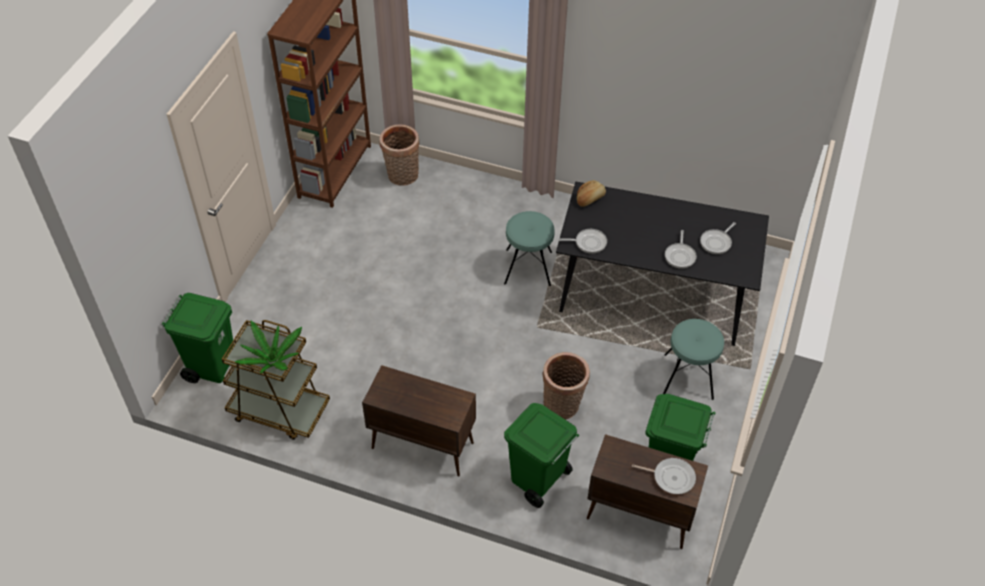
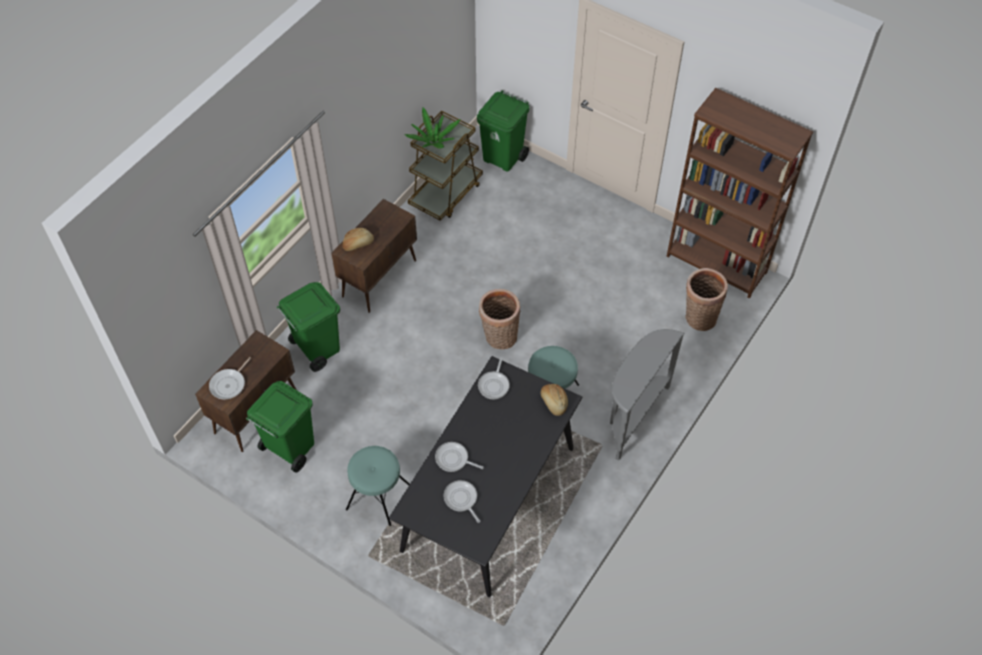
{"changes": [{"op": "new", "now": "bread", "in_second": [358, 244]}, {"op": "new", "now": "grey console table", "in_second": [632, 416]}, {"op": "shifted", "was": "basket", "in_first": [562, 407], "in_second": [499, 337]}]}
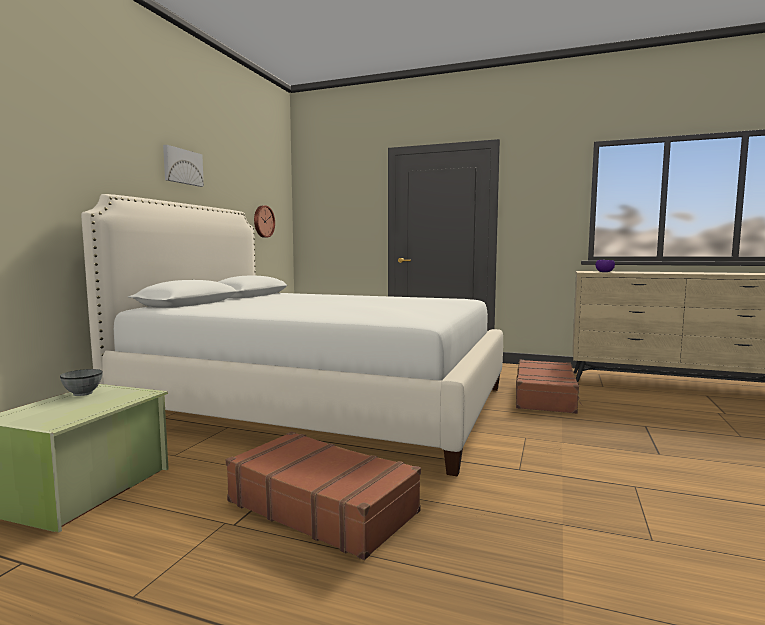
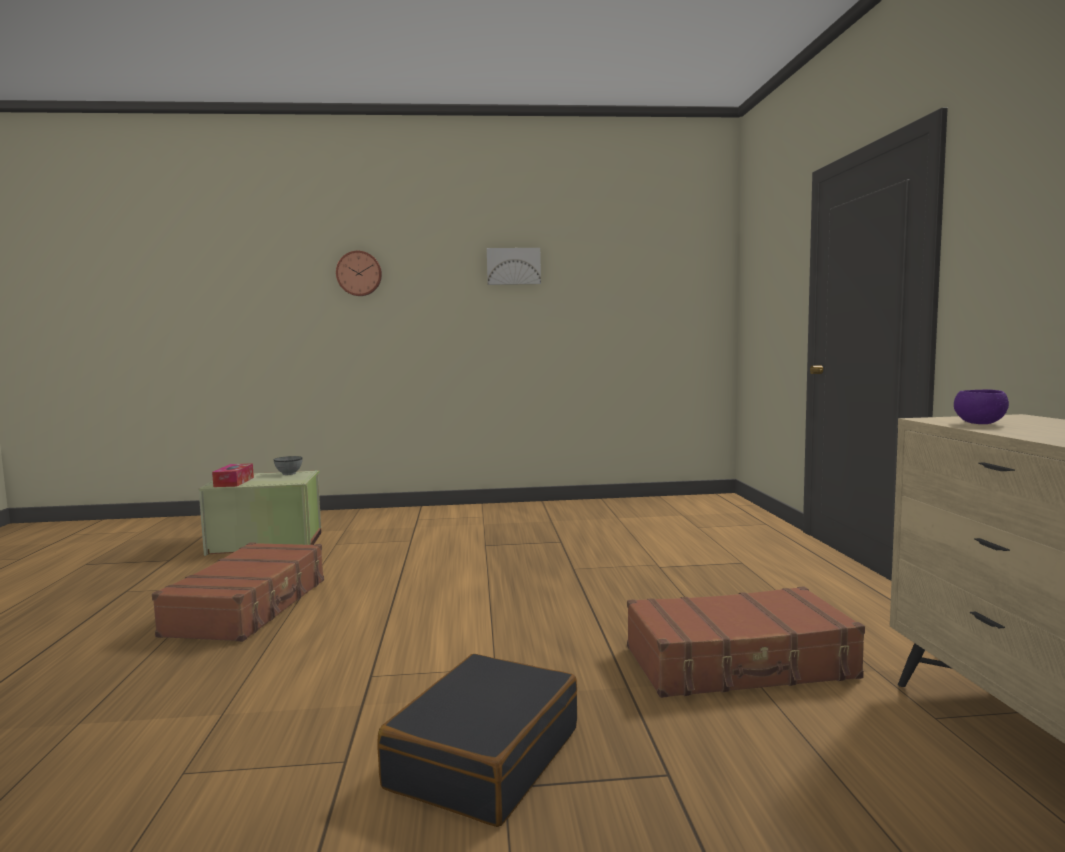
{"changes": [{"op": "gone", "was": "white bed", "in_first": [319, 403]}, {"op": "new", "now": "tissue box", "in_second": [234, 482]}, {"op": "new", "now": "black suitcase", "in_second": [483, 757]}, {"op": "shifted", "was": "wall clock", "in_first": [263, 221], "in_second": [359, 273]}]}
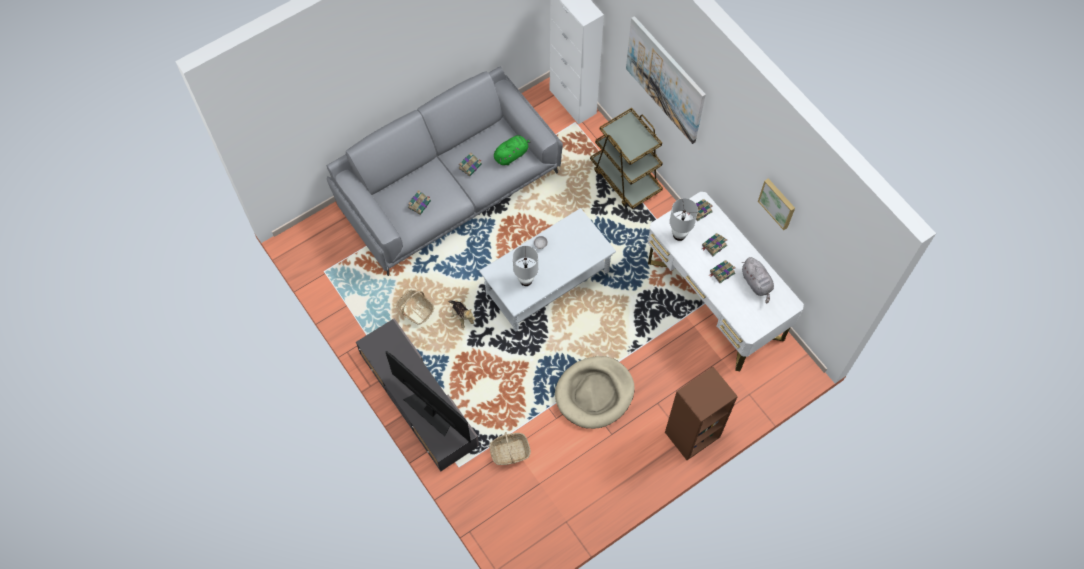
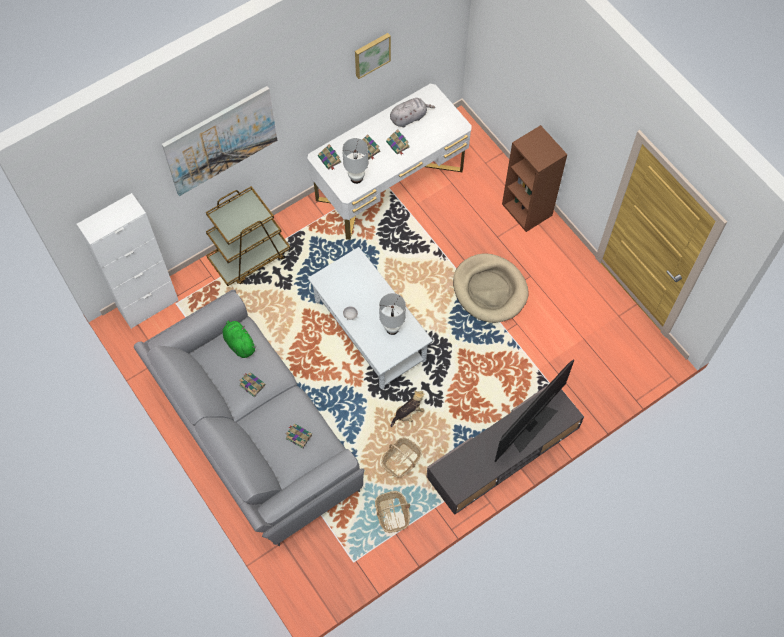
{"changes": [{"op": "shifted", "was": "basket", "in_first": [510, 452], "in_second": [392, 514]}]}
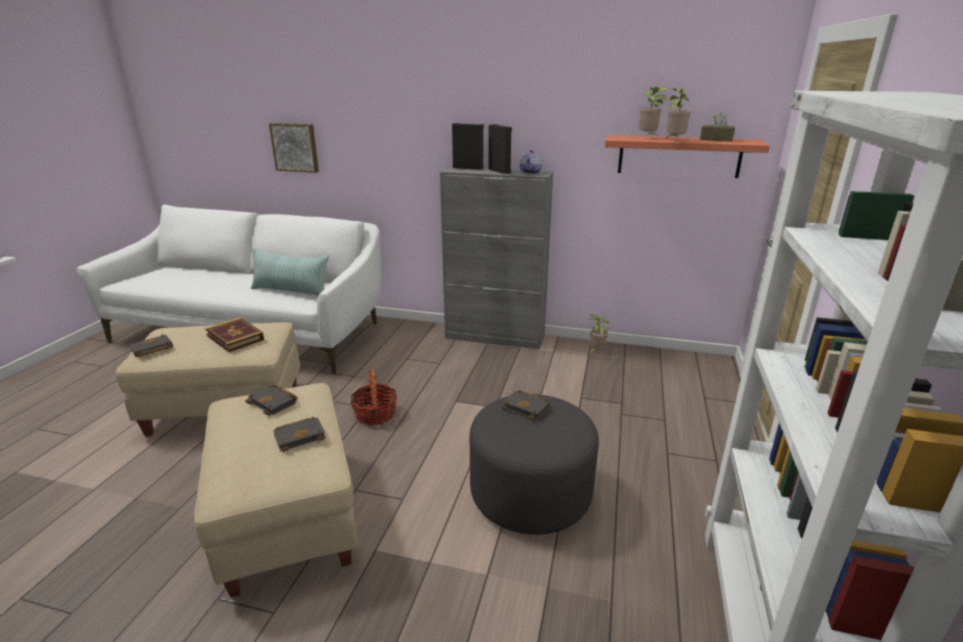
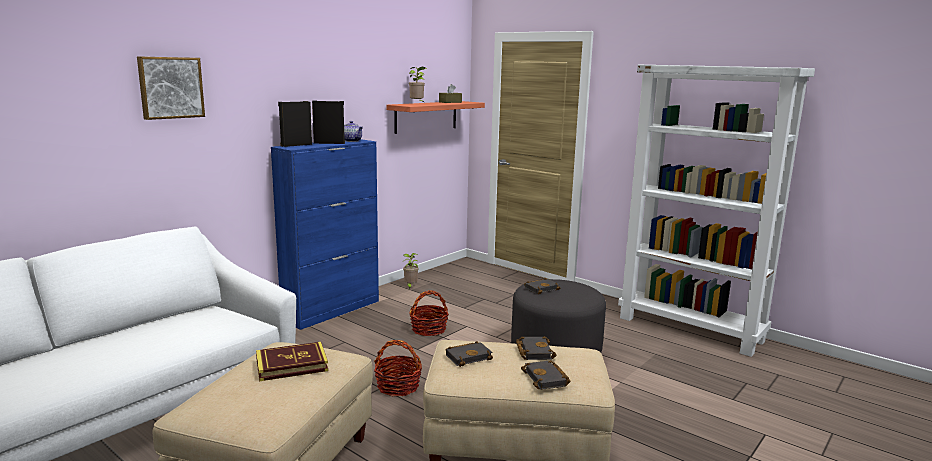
{"changes": [{"op": "gone", "was": "pillow", "in_first": [291, 291]}, {"op": "gone", "was": "potted plant", "in_first": [674, 141]}, {"op": "new", "now": "basket", "in_second": [429, 329]}, {"op": "shifted", "was": "black book", "in_first": [151, 349], "in_second": [547, 379]}, {"op": "shifted", "was": "picture", "in_first": [295, 147], "in_second": [170, 87]}, {"op": "repainted", "was": "grey cabinet", "now": "blue cabinet", "in_first": [495, 337], "in_second": [332, 310]}]}
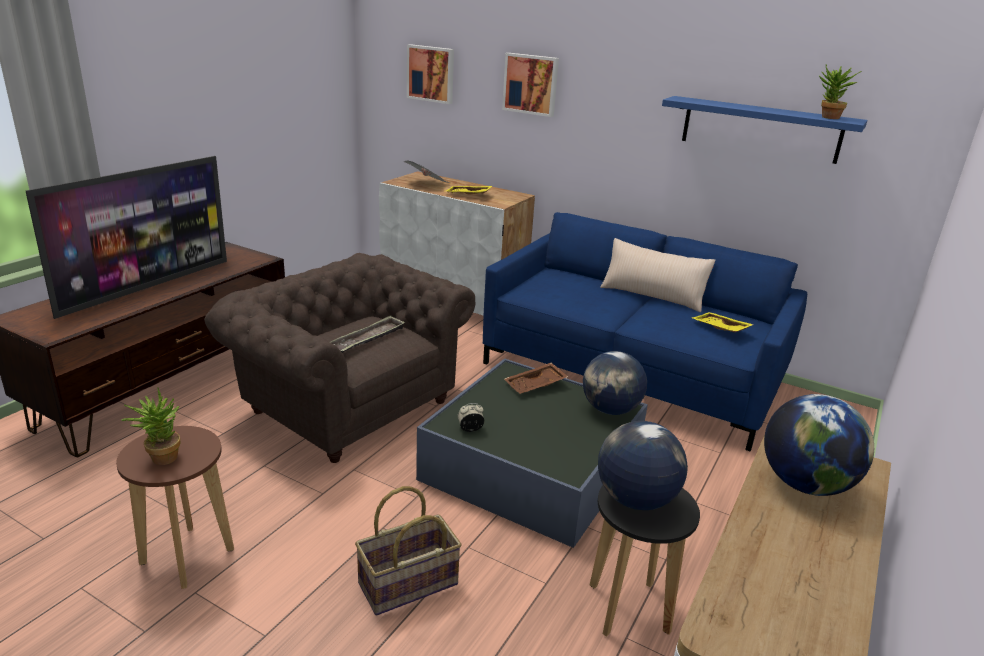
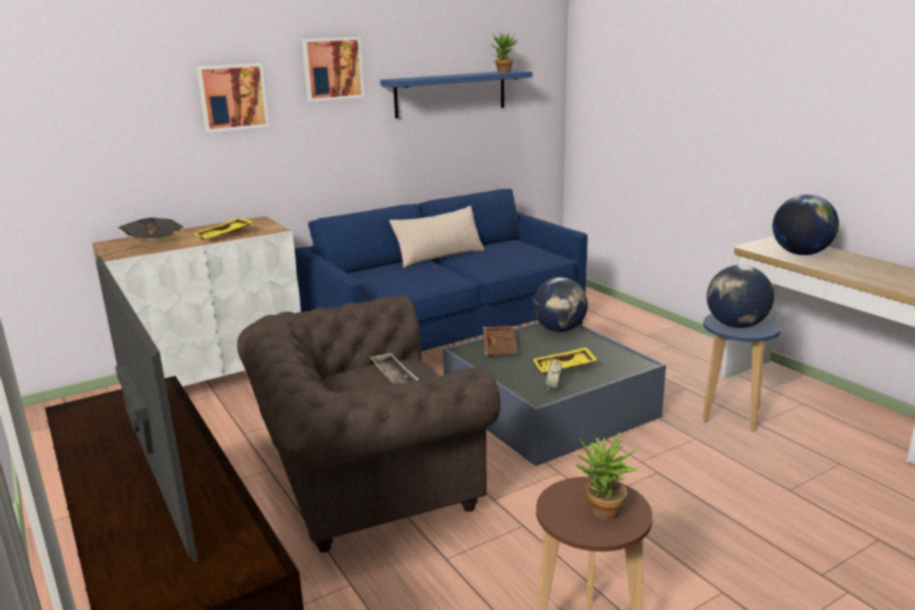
{"changes": [{"op": "gone", "was": "basket", "in_first": [408, 585]}, {"op": "shifted", "was": "picture", "in_first": [431, 74], "in_second": [332, 68]}, {"op": "shifted", "was": "yellow tray", "in_first": [719, 329], "in_second": [564, 368]}, {"op": "repainted", "was": "black stool", "now": "blue stool", "in_first": [629, 609], "in_second": [731, 415]}]}
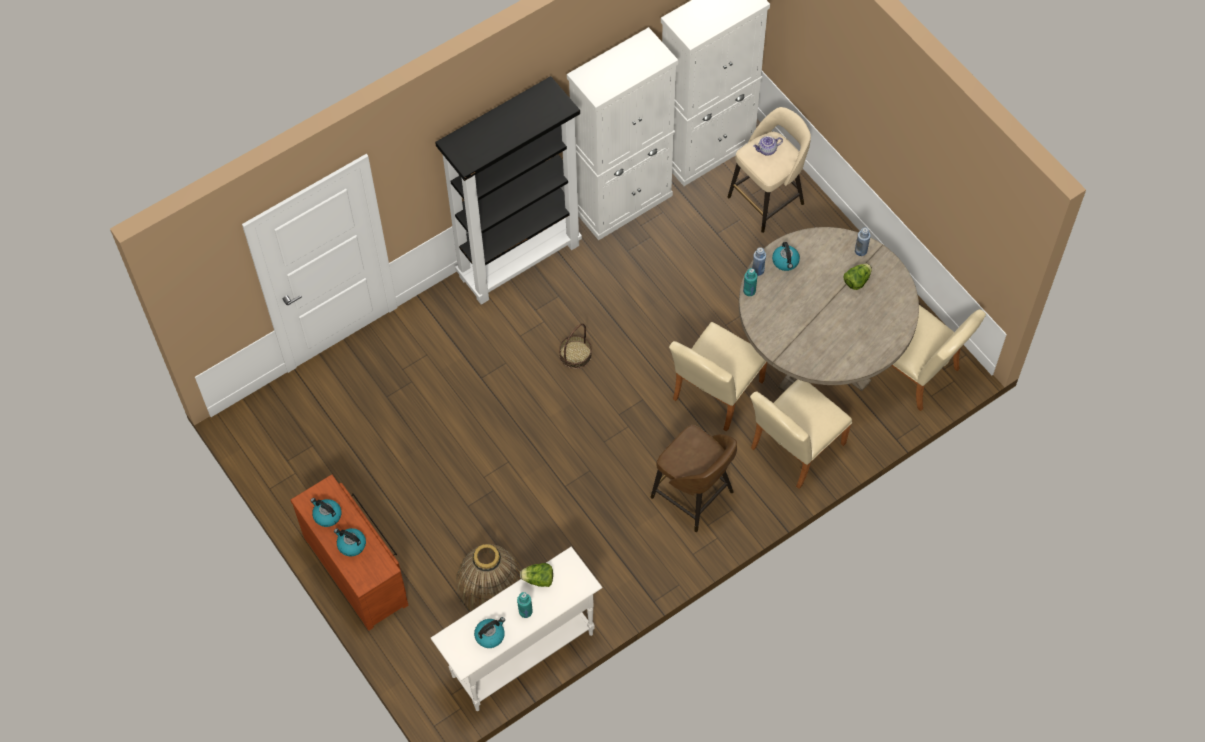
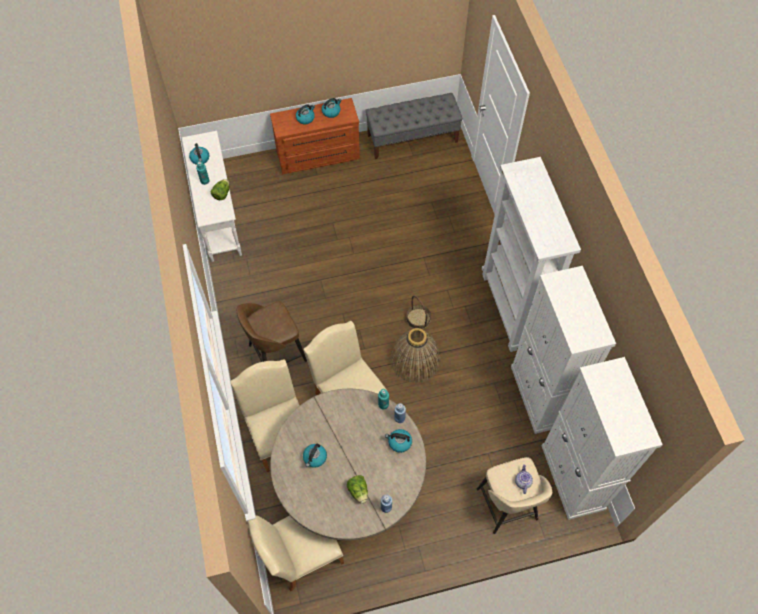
{"changes": [{"op": "new", "now": "kettle", "in_second": [315, 458]}, {"op": "new", "now": "grey bench", "in_second": [412, 138]}, {"op": "shifted", "was": "basket", "in_first": [490, 585], "in_second": [415, 360]}, {"op": "repainted", "was": "black bookcase", "now": "white bookcase", "in_first": [519, 260], "in_second": [511, 309]}]}
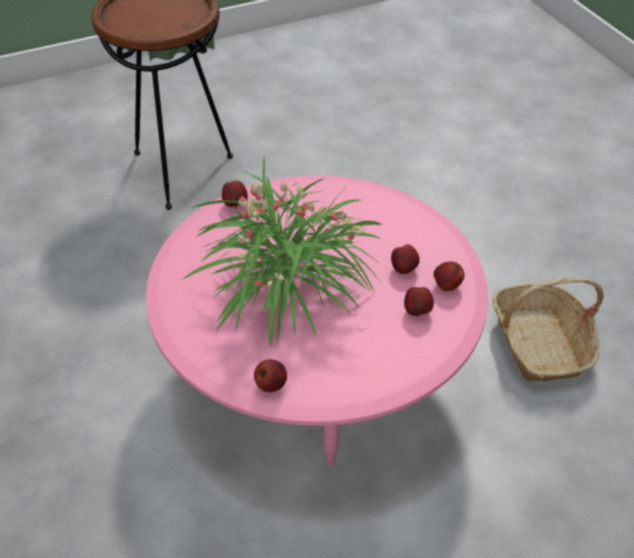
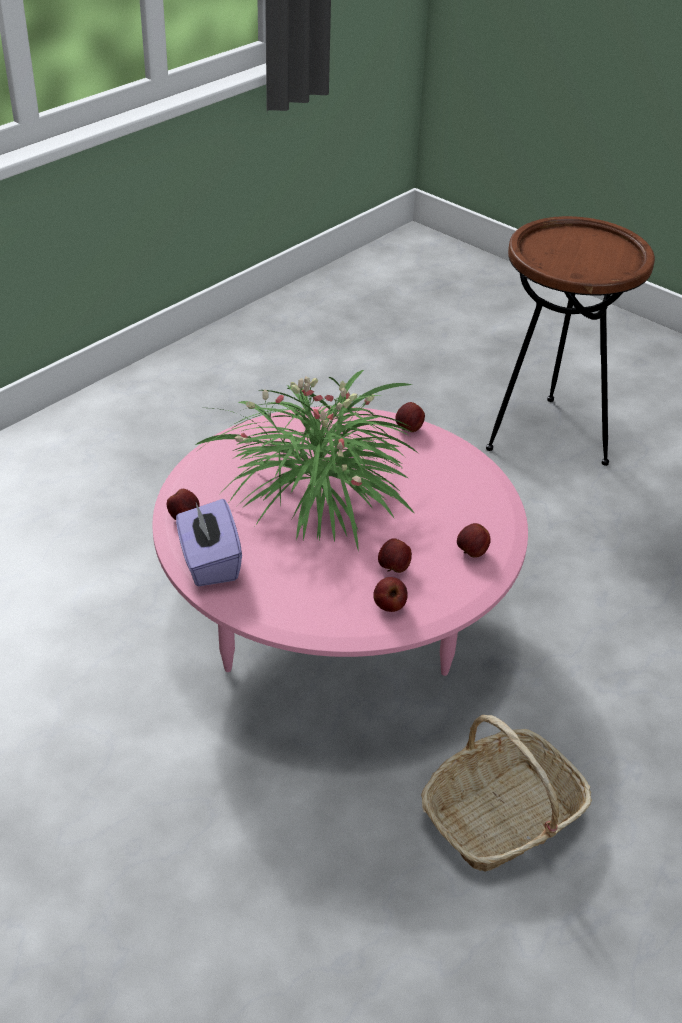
{"changes": [{"op": "new", "now": "purple tissue box", "in_second": [209, 562]}, {"op": "shifted", "was": "apple", "in_first": [417, 312], "in_second": [472, 553]}]}
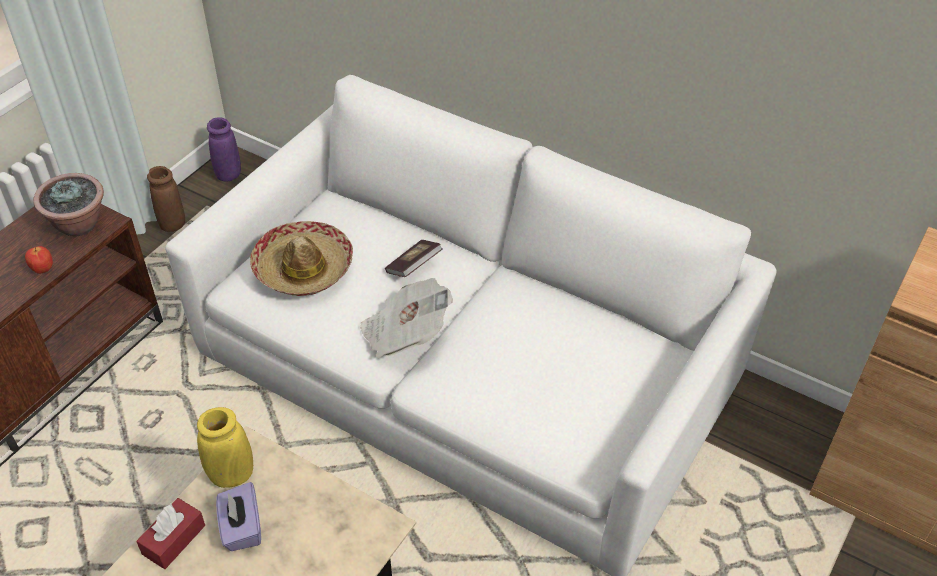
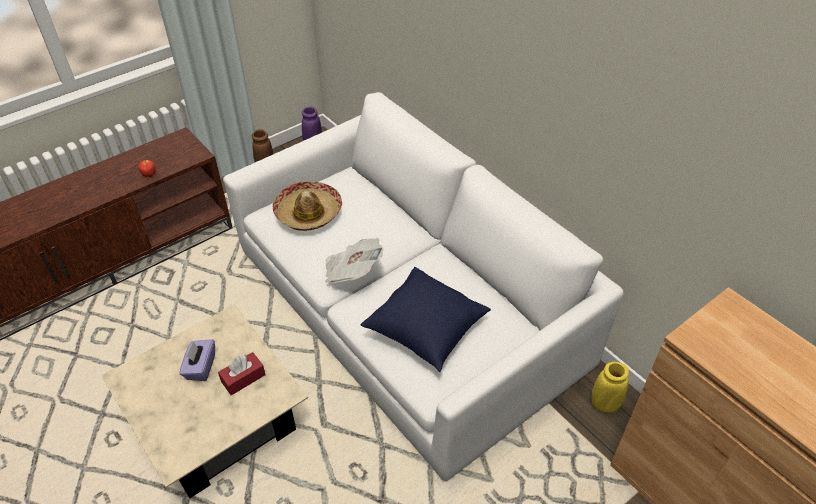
{"changes": [{"op": "gone", "was": "potted plant", "in_first": [79, 225]}, {"op": "gone", "was": "book", "in_first": [414, 266]}, {"op": "new", "now": "blue pillow", "in_second": [425, 329]}, {"op": "shifted", "was": "red tissue box", "in_first": [174, 539], "in_second": [243, 378]}, {"op": "shifted", "was": "yellow vase", "in_first": [231, 475], "in_second": [604, 404]}]}
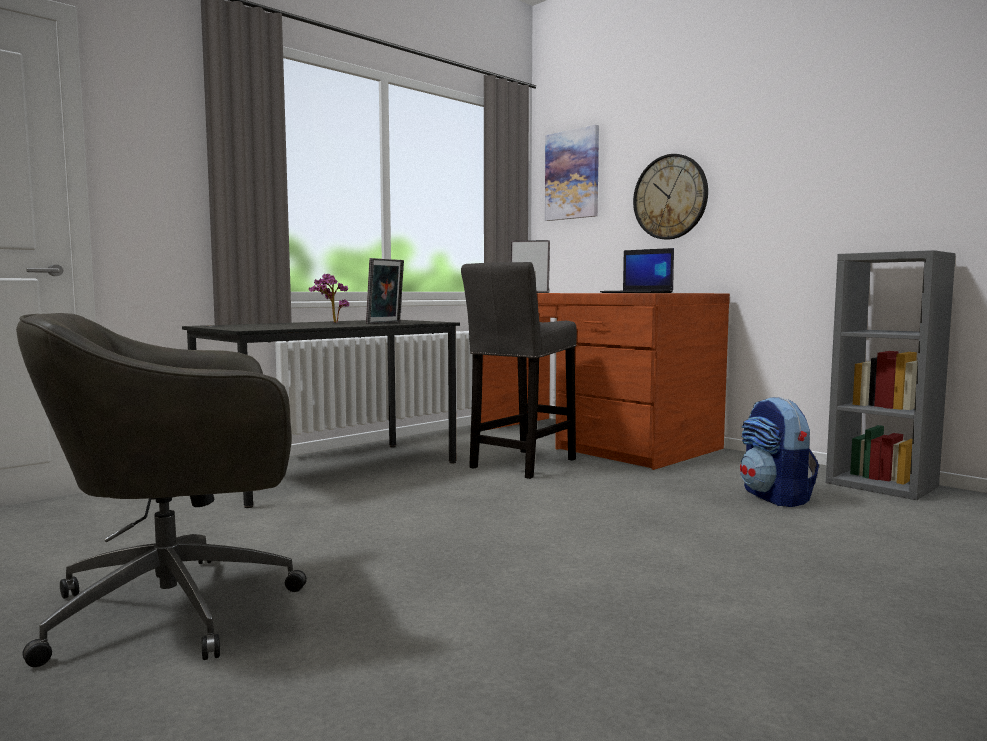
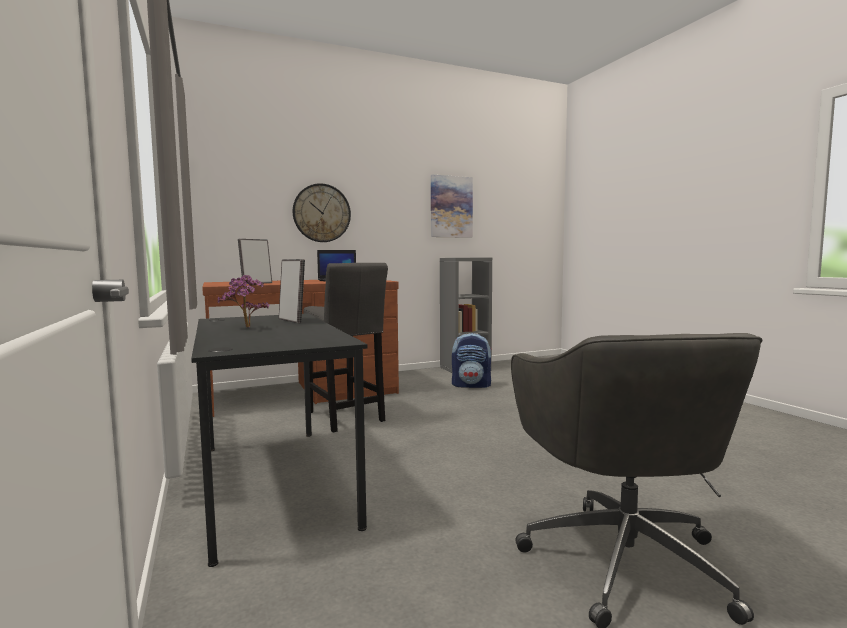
{"changes": [{"op": "shifted", "was": "picture", "in_first": [572, 175], "in_second": [451, 207]}]}
